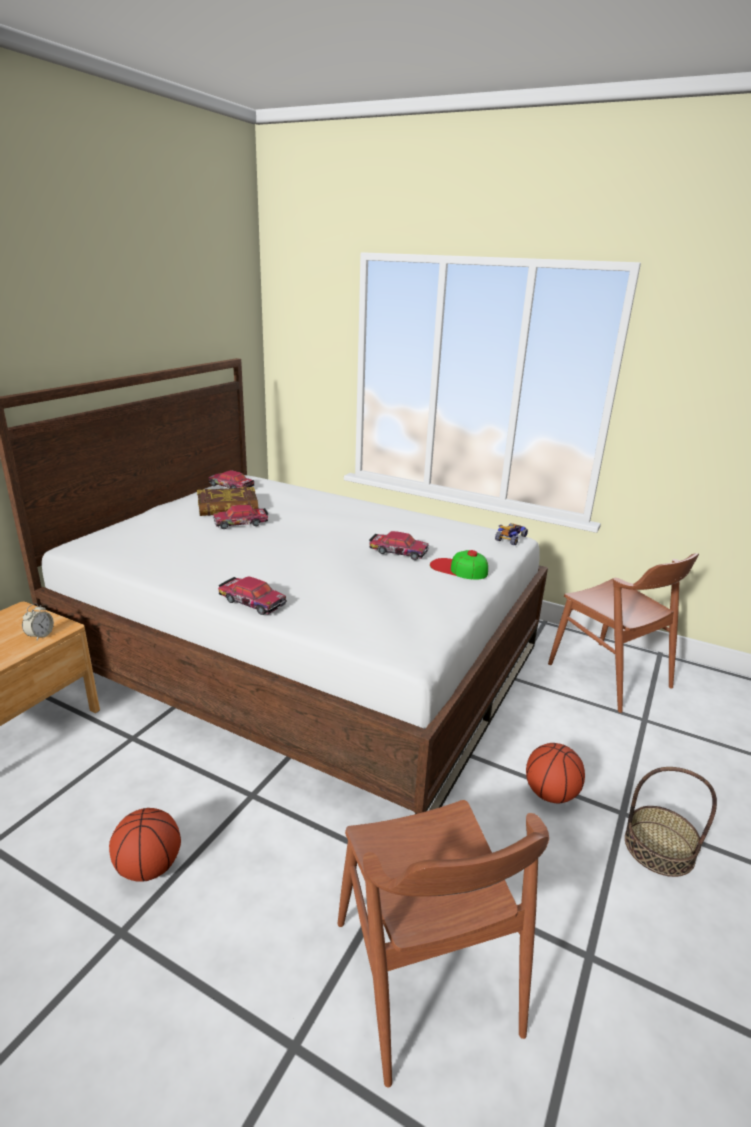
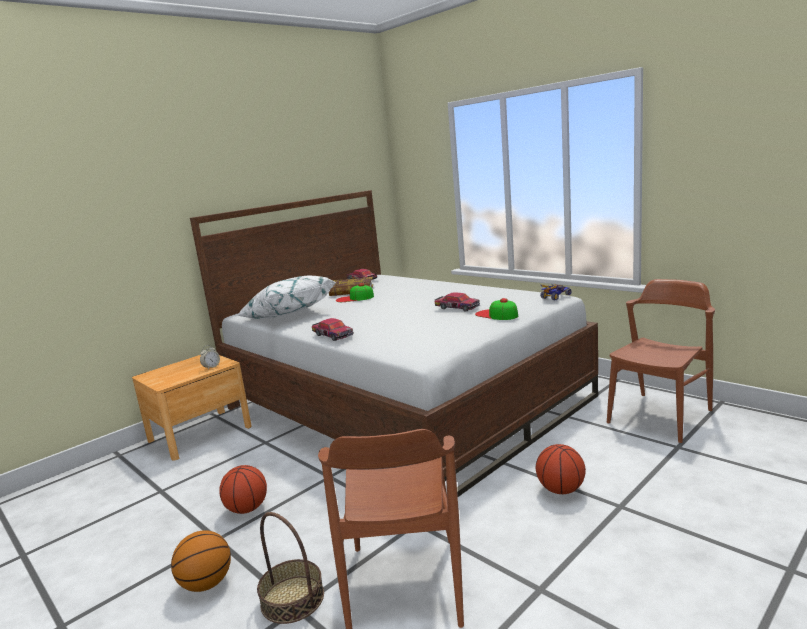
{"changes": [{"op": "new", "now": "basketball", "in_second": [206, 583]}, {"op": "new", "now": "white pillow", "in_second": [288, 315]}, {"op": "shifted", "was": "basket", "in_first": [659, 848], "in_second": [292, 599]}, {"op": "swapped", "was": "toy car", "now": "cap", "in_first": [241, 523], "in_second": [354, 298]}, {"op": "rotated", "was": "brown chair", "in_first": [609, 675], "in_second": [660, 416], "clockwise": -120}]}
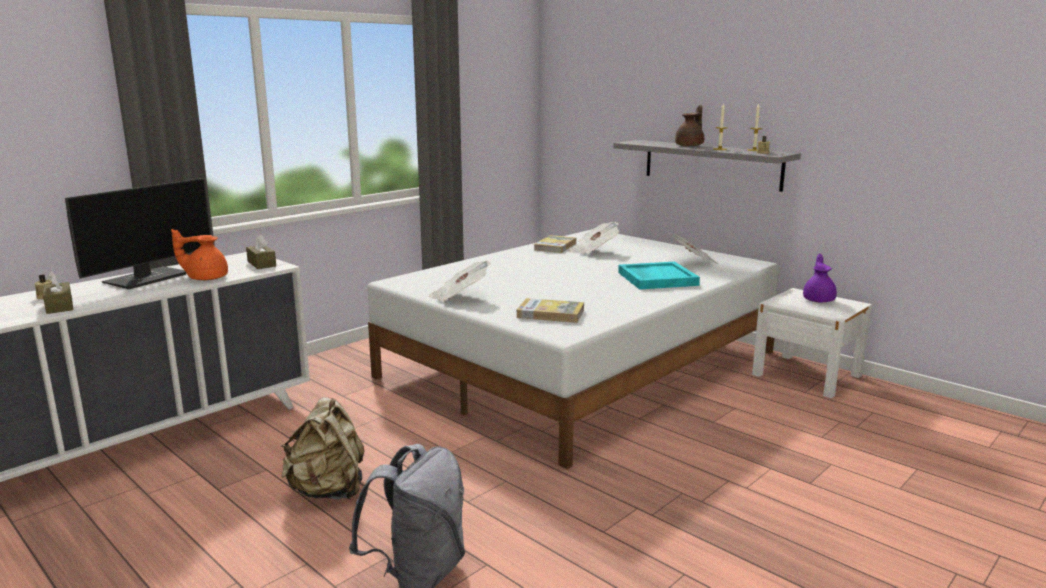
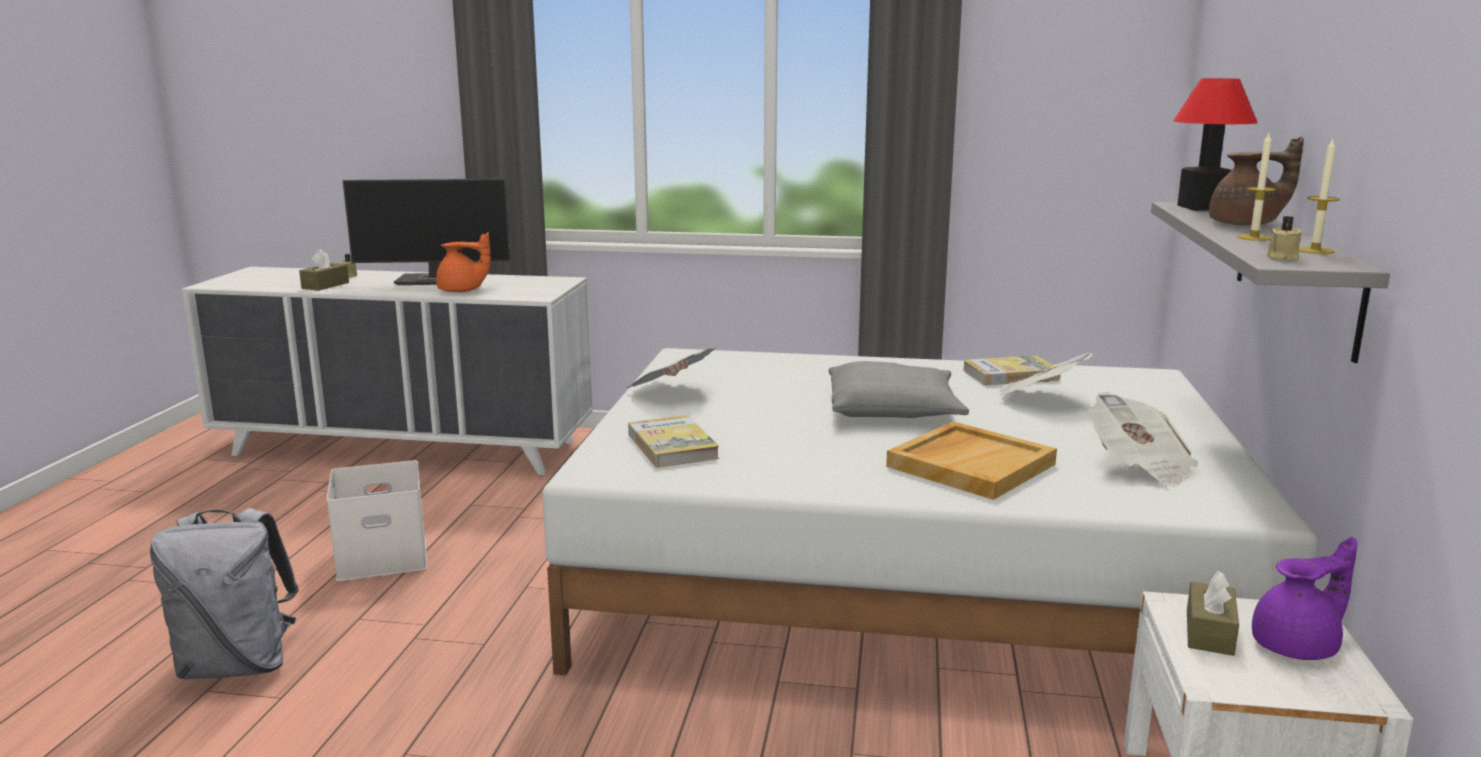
{"changes": [{"op": "new", "now": "grey pillow", "in_second": [894, 409]}, {"op": "new", "now": "table lamp", "in_second": [1204, 207]}, {"op": "shifted", "was": "brown tissue box", "in_first": [261, 264], "in_second": [1209, 632]}, {"op": "swapped", "was": "beige backpack", "now": "white storage box", "in_first": [328, 491], "in_second": [380, 558]}, {"op": "repainted", "was": "turquoise tray", "now": "beige tray", "in_first": [656, 278], "in_second": [970, 464]}, {"op": "rotated", "was": "orange teapot", "in_first": [206, 278], "in_second": [462, 291], "clockwise": 135}]}
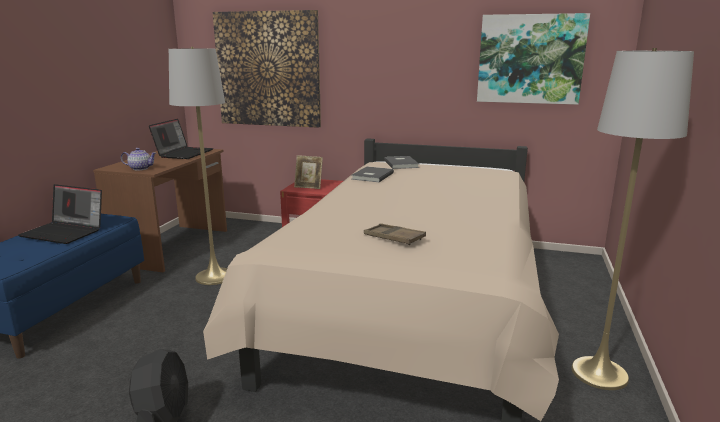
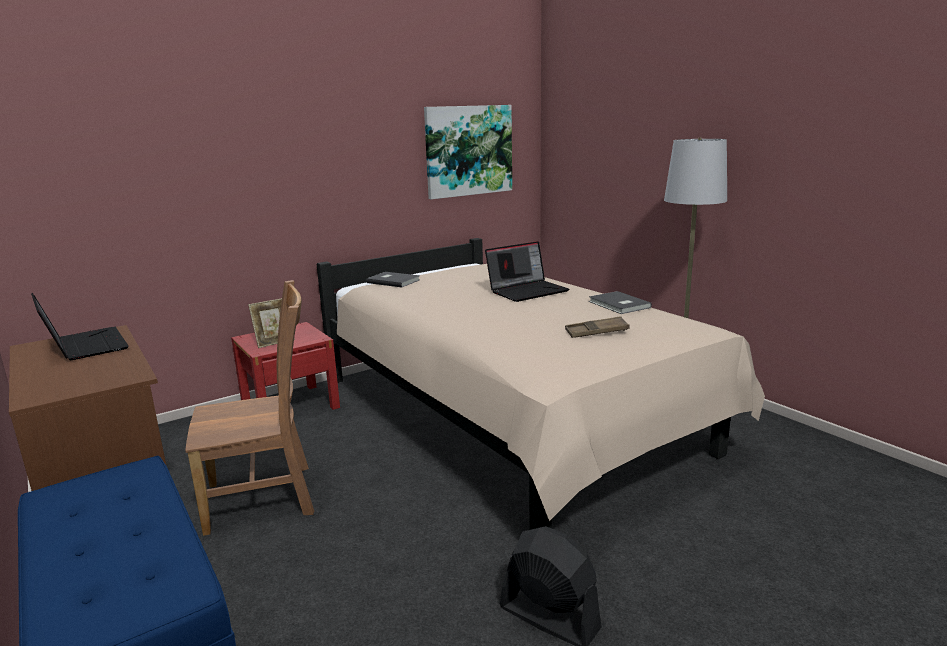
{"changes": [{"op": "gone", "was": "teapot", "in_first": [140, 168]}, {"op": "gone", "was": "picture", "in_first": [268, 69]}, {"op": "shifted", "was": "laptop", "in_first": [65, 232], "in_second": [527, 291]}, {"op": "shifted", "was": "grey book", "in_first": [371, 176], "in_second": [618, 305]}, {"op": "swapped", "was": "grey floor lamp", "now": "brown chair", "in_first": [214, 276], "in_second": [266, 498]}]}
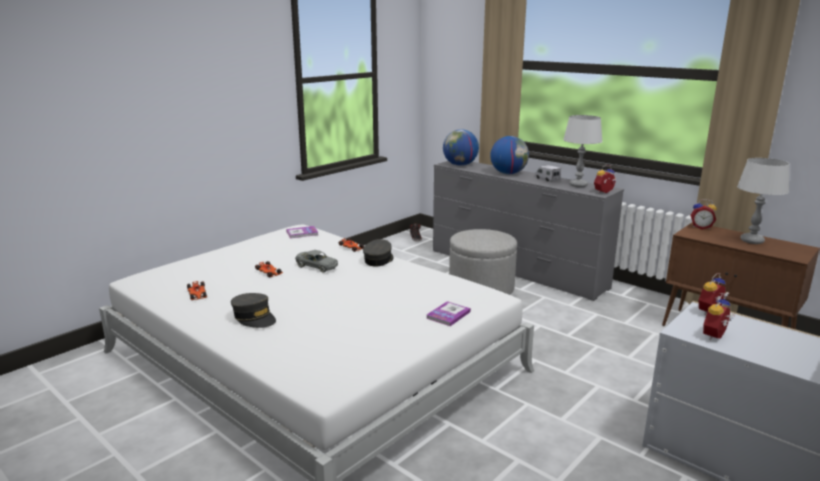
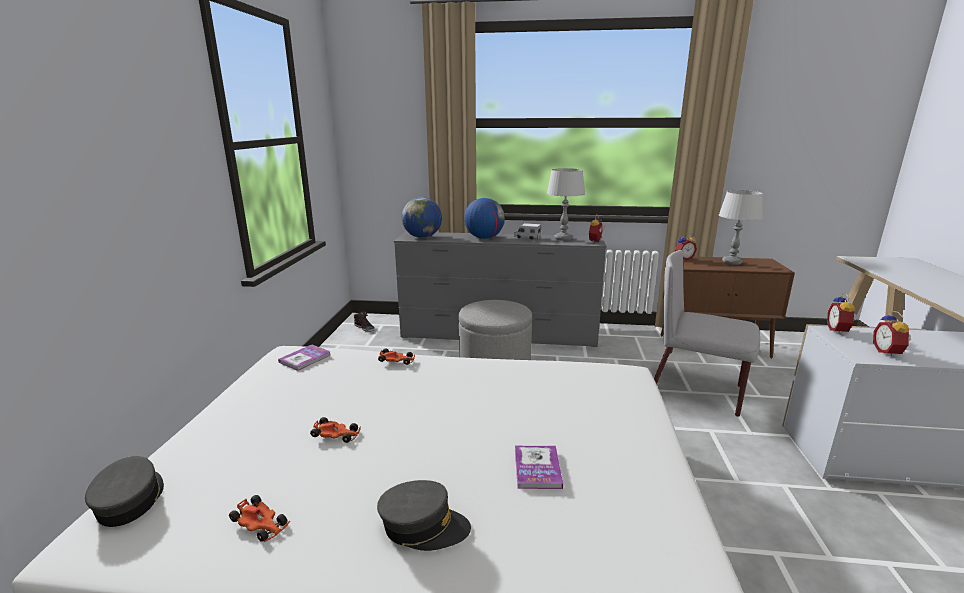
{"changes": [{"op": "gone", "was": "grey toy car", "in_first": [317, 266]}, {"op": "new", "now": "grey chair", "in_second": [697, 391]}, {"op": "shifted", "was": "grey cap", "in_first": [378, 260], "in_second": [130, 500]}, {"op": "shifted", "was": "book", "in_first": [448, 315], "in_second": [537, 468]}]}
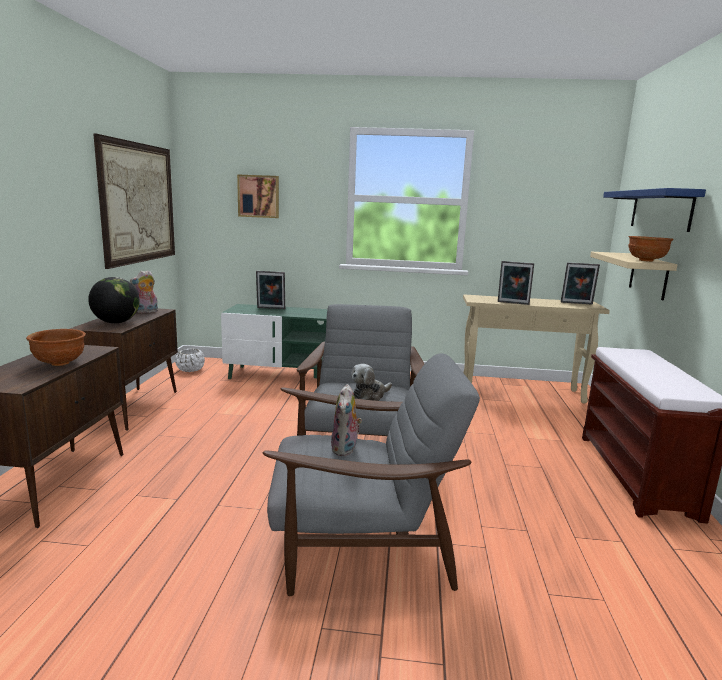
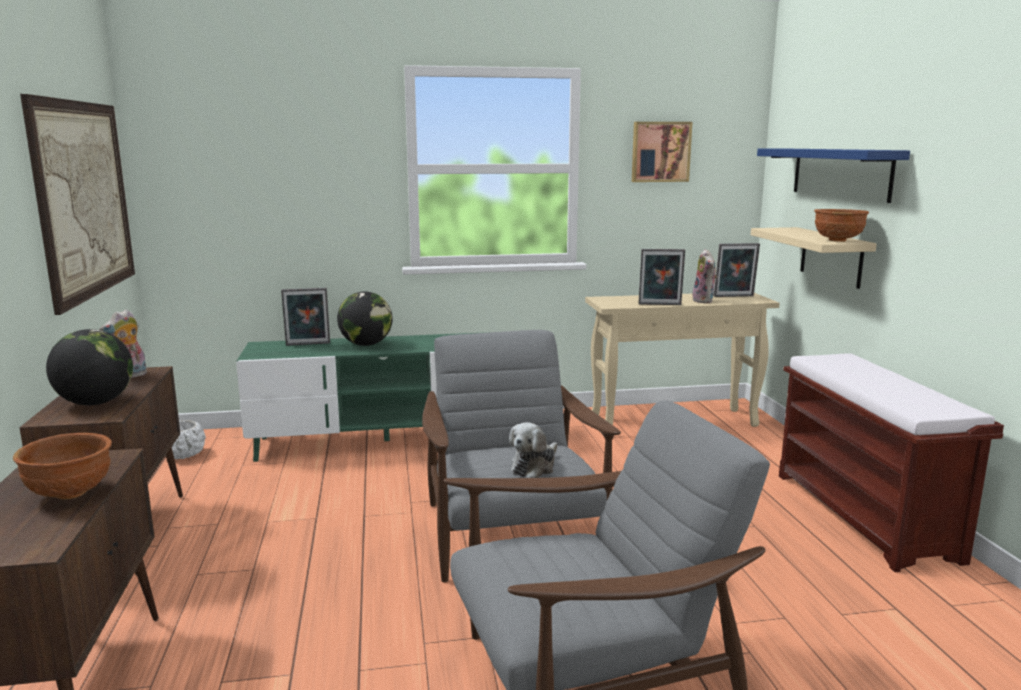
{"changes": [{"op": "new", "now": "globe", "in_second": [366, 344]}, {"op": "shifted", "was": "picture", "in_first": [259, 196], "in_second": [660, 152]}, {"op": "shifted", "was": "plush toy", "in_first": [345, 449], "in_second": [704, 301]}]}
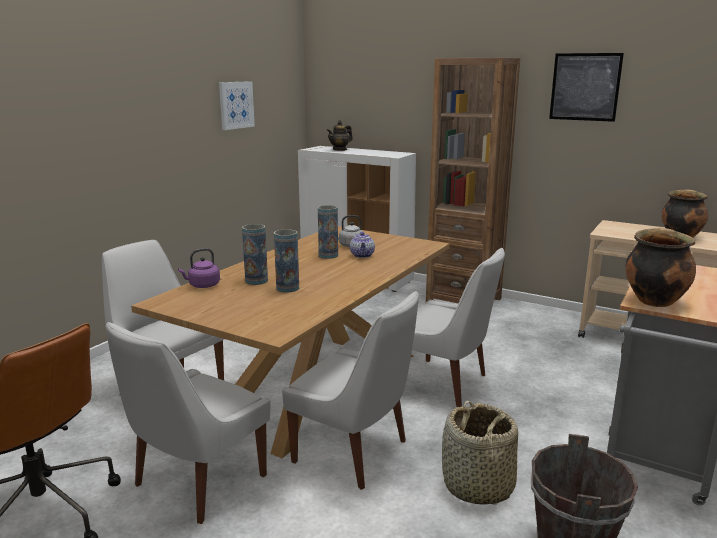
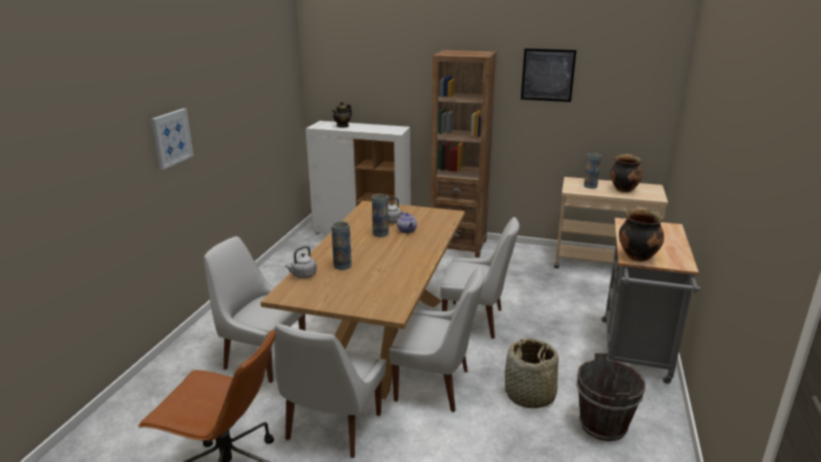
{"changes": [{"op": "shifted", "was": "picture", "in_first": [236, 105], "in_second": [171, 138]}, {"op": "shifted", "was": "vase", "in_first": [287, 288], "in_second": [590, 186]}, {"op": "repainted", "was": "purple kettle", "now": "grey kettle", "in_first": [202, 285], "in_second": [303, 275]}]}
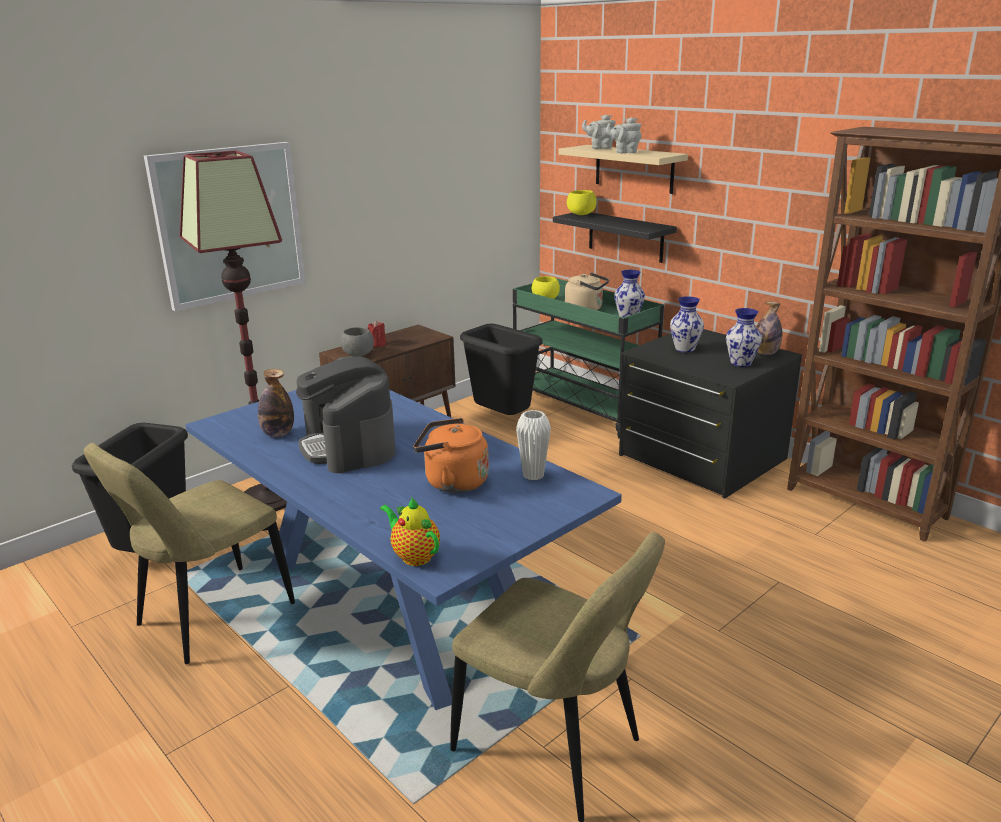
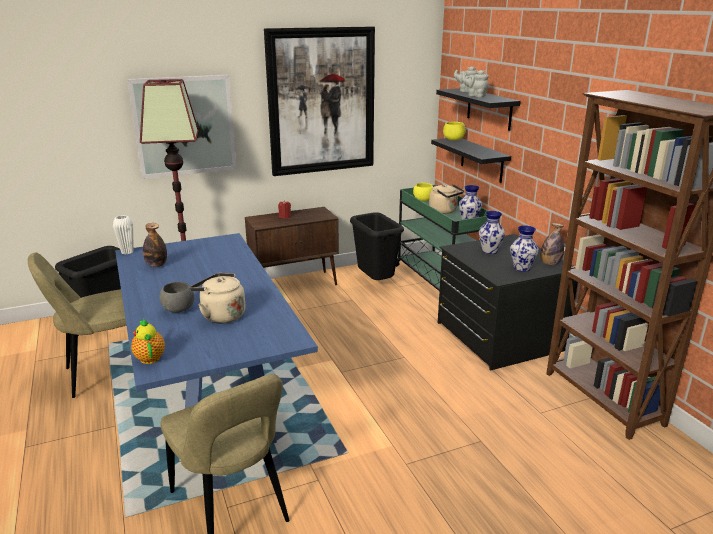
{"changes": [{"op": "gone", "was": "coffee machine", "in_first": [349, 446]}, {"op": "new", "now": "picture", "in_second": [321, 101]}, {"op": "shifted", "was": "grey bowl", "in_first": [358, 355], "in_second": [178, 310]}, {"op": "shifted", "was": "white vase", "in_first": [533, 475], "in_second": [127, 252]}, {"op": "repainted", "was": "orange kettle", "now": "beige kettle", "in_first": [452, 482], "in_second": [221, 315]}, {"op": "repainted", "was": "beige shelf", "now": "black shelf", "in_first": [634, 169], "in_second": [489, 109]}]}
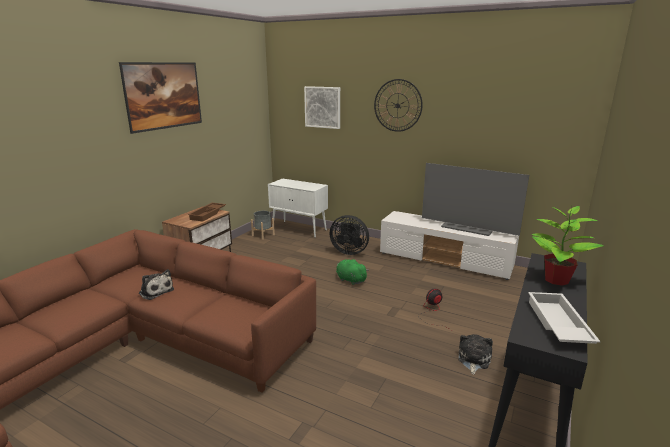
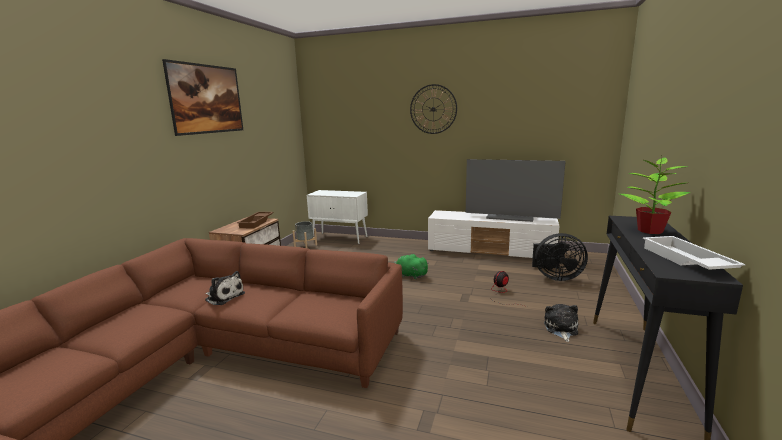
{"changes": [{"op": "gone", "was": "picture", "in_first": [322, 107]}, {"op": "shifted", "was": "black fan", "in_first": [349, 251], "in_second": [555, 277]}]}
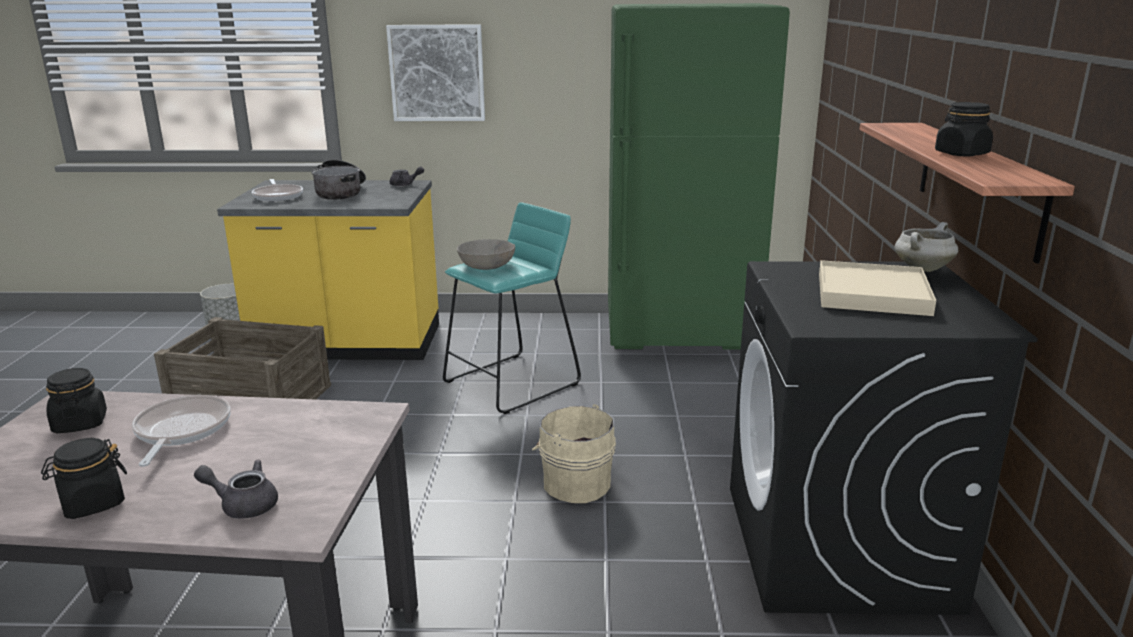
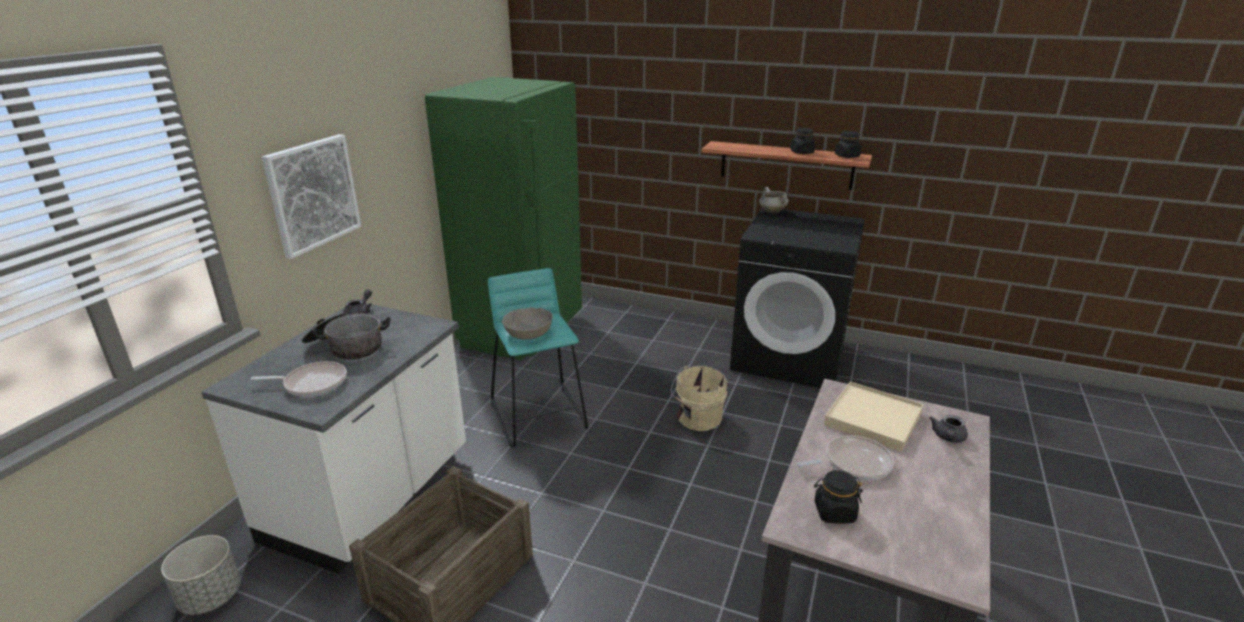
{"changes": [{"op": "shifted", "was": "black jar", "in_first": [92, 503], "in_second": [847, 156]}, {"op": "shifted", "was": "beige tray", "in_first": [872, 294], "in_second": [873, 419]}, {"op": "repainted", "was": "yellow counter", "now": "white counter", "in_first": [348, 345], "in_second": [371, 497]}, {"op": "rotated", "was": "frying pan", "in_first": [181, 431], "in_second": [853, 463], "clockwise": 150}]}
